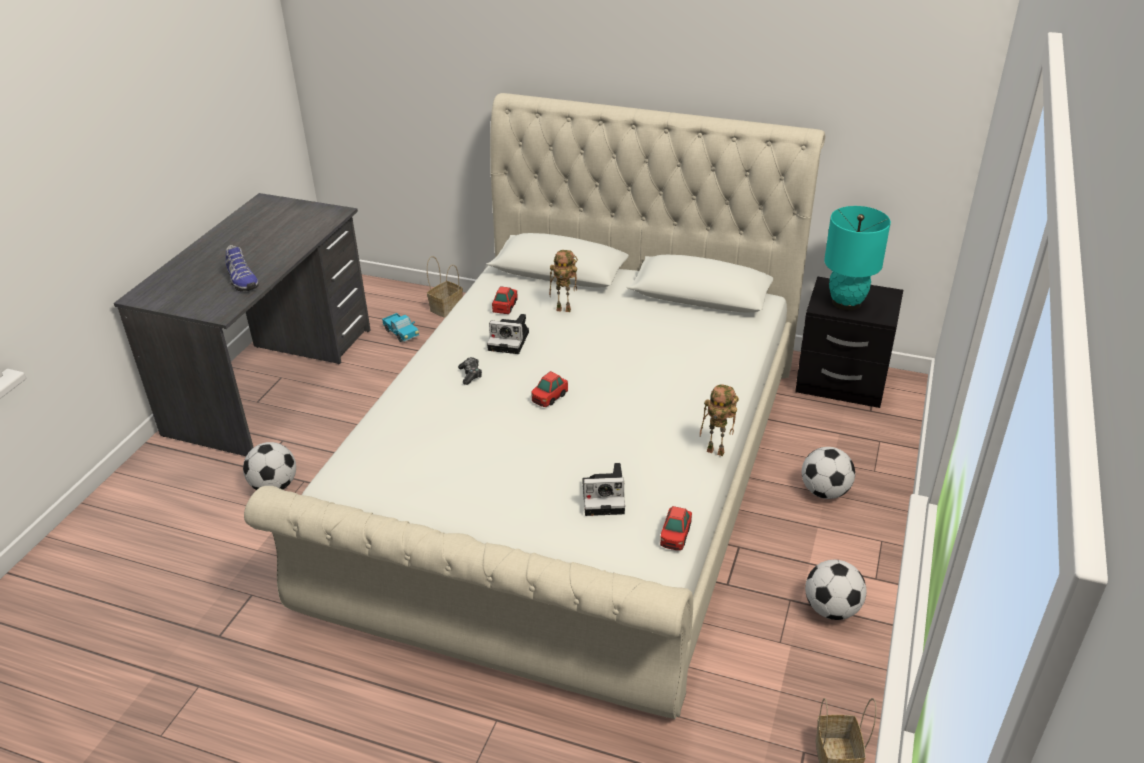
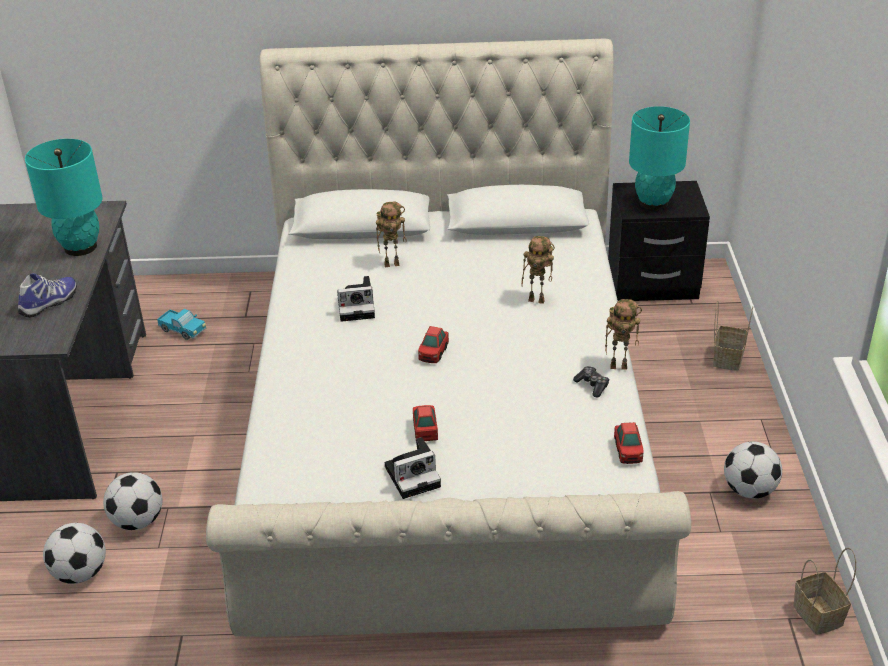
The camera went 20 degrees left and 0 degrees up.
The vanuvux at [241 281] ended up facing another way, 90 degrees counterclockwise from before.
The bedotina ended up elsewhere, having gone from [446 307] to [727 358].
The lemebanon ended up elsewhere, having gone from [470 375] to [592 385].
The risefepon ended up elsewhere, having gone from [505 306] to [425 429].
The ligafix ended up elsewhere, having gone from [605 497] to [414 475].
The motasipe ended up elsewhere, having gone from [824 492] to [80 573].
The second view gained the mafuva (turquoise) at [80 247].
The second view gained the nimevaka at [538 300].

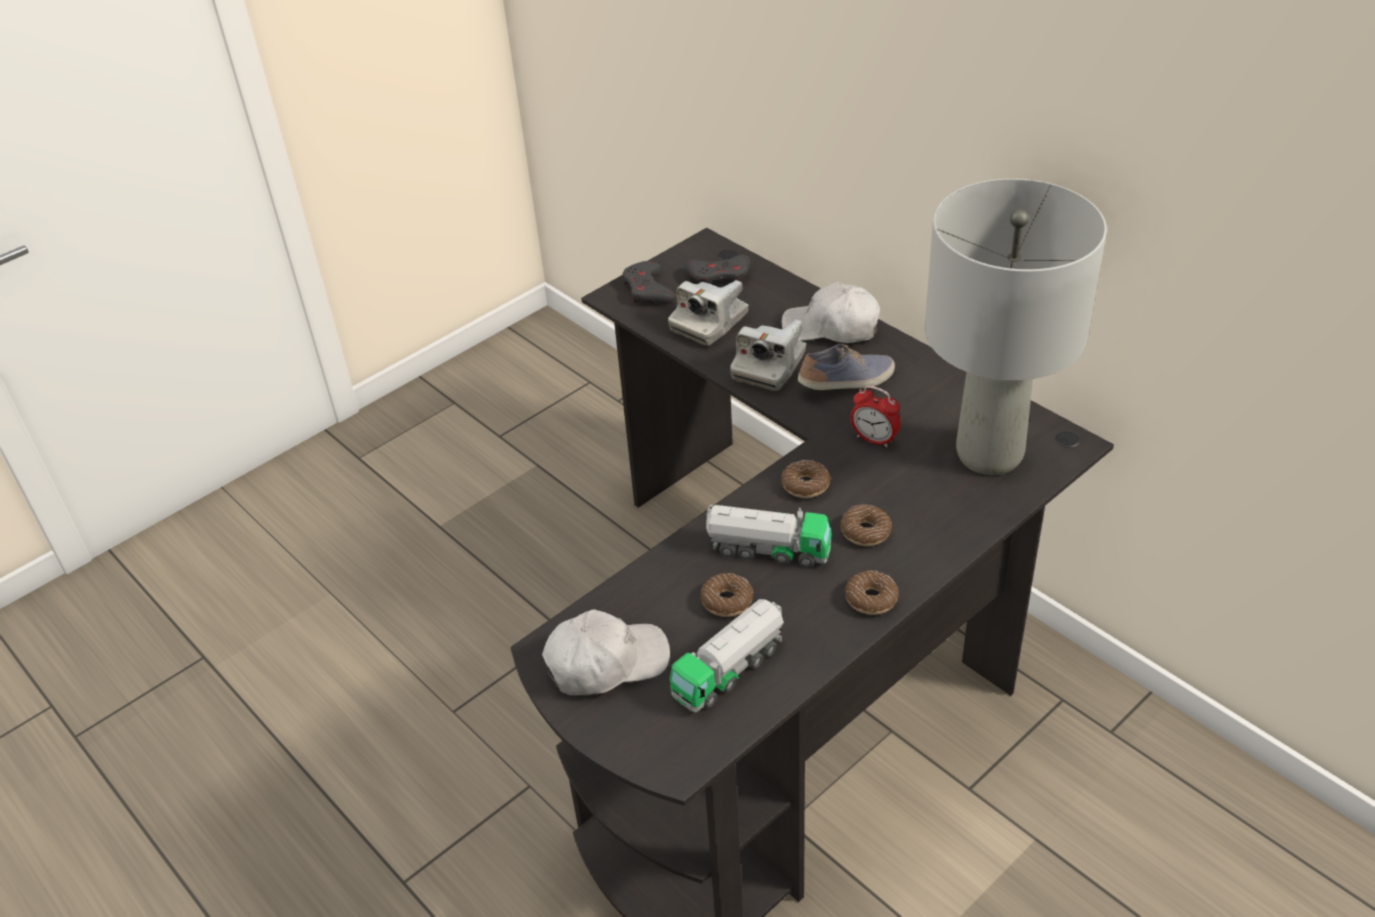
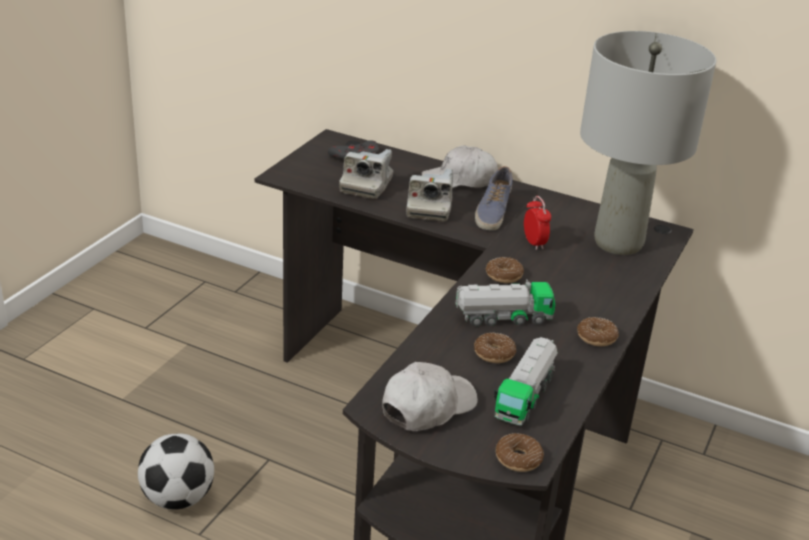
The camera went 25 degrees left and 10 degrees down.
The second view lost the lemebanon (grey) at [648 289].
The vanuvux at [847 383] ended up facing another way, 150 degrees clockwise from before.
The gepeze ended up elsewhere, having gone from [865 531] to [518 459].
The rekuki at [874 439] ended up facing another way, 120 degrees counterclockwise from before.
The second view gained the motasipe at [178 498].

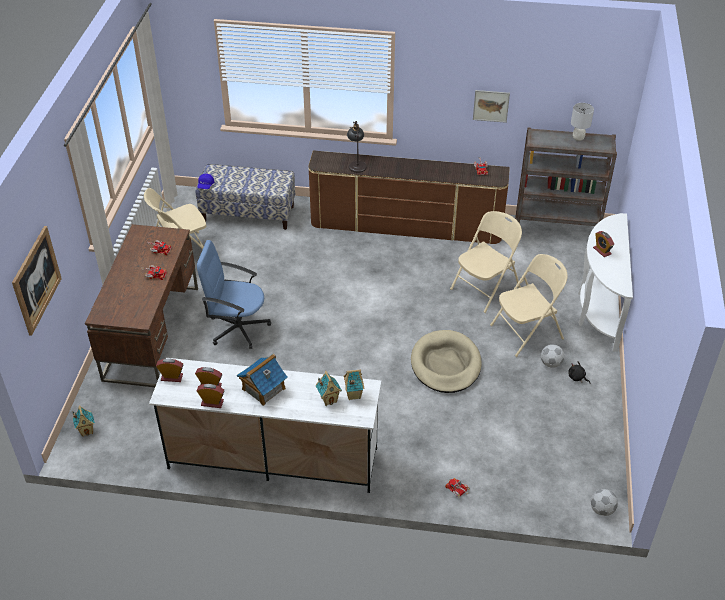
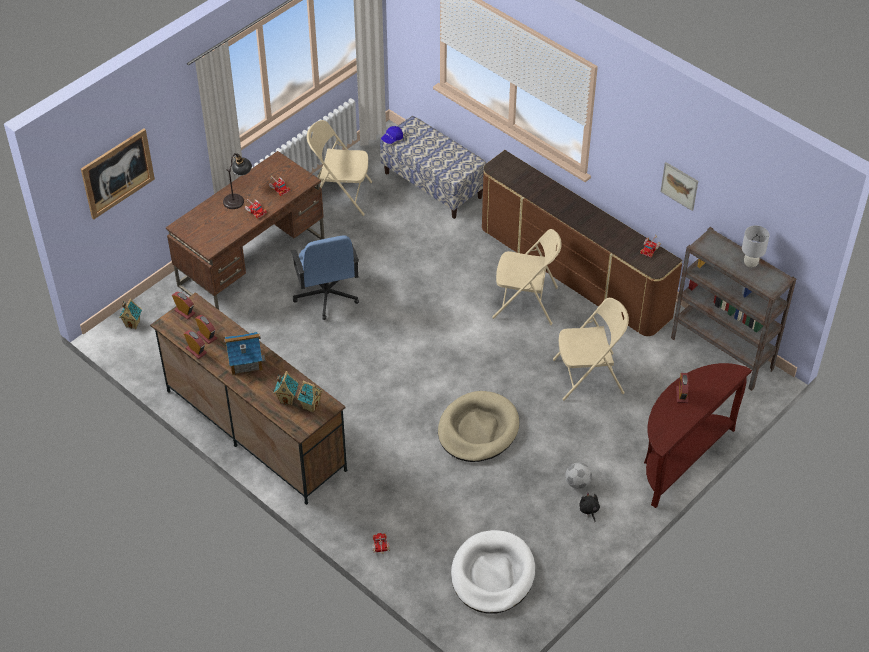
The camera went 35 degrees right and 5 degrees up.
What was the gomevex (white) at [272 459] turned into the gomevex (brown) at [254 430].
The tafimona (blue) at [237 328] ended up facing another way, 150 degrees counterclockwise from before.
The mafuva (grey) ended up elsewhere, having gone from [356 162] to [238 195].
The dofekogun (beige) ended up elsewhere, having gone from [526 332] to [525 302].
What was the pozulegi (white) at [598 310] turned into the pozulegi (brown) at [680 457].
The second view lost the motasipe at [601 510].
The second view gained the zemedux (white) at [492 574].

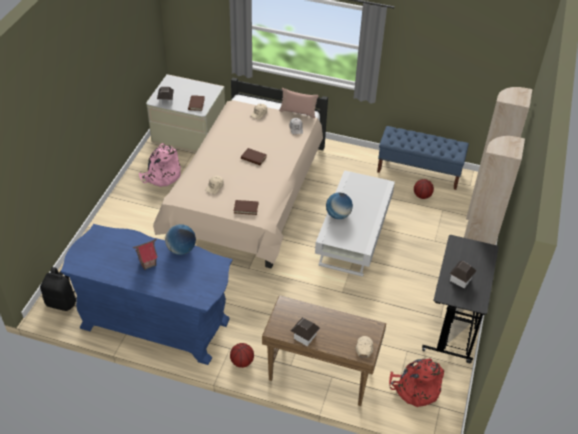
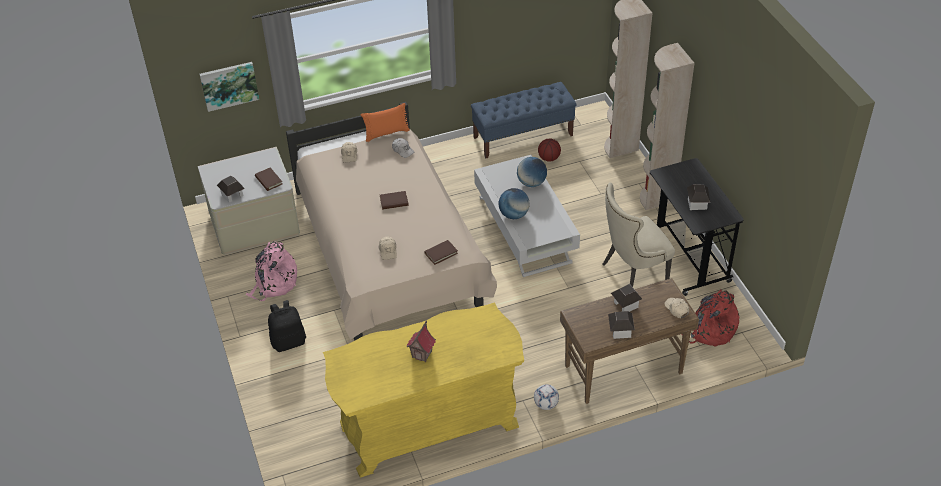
The camera went 35 degrees left and 0 degrees up.
The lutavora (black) ended up elsewhere, having gone from [62 302] to [288 341].
What was the gomevex (blue) at [156 320] turned into the gomevex (yellow) at [427 421].
The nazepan ended up elsewhere, having gone from [181 249] to [531 183].
Where the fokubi stood at [241 362], the motasipe came to stand at [546 404].
What was the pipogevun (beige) at [298 112] turned into the pipogevun (orange) at [386 133].
The second view gained the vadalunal at [229 85].
The second view gained the dofekogun (beige) at [633 274].
The second view gained the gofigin at [625 305].

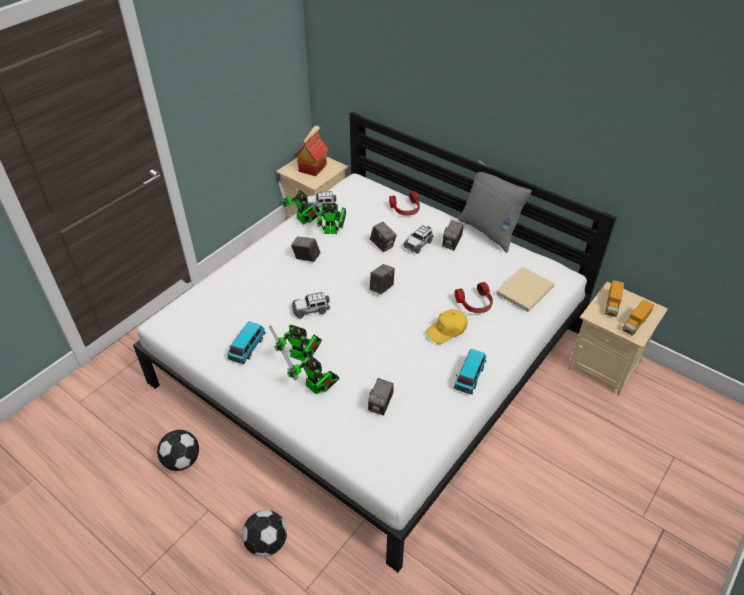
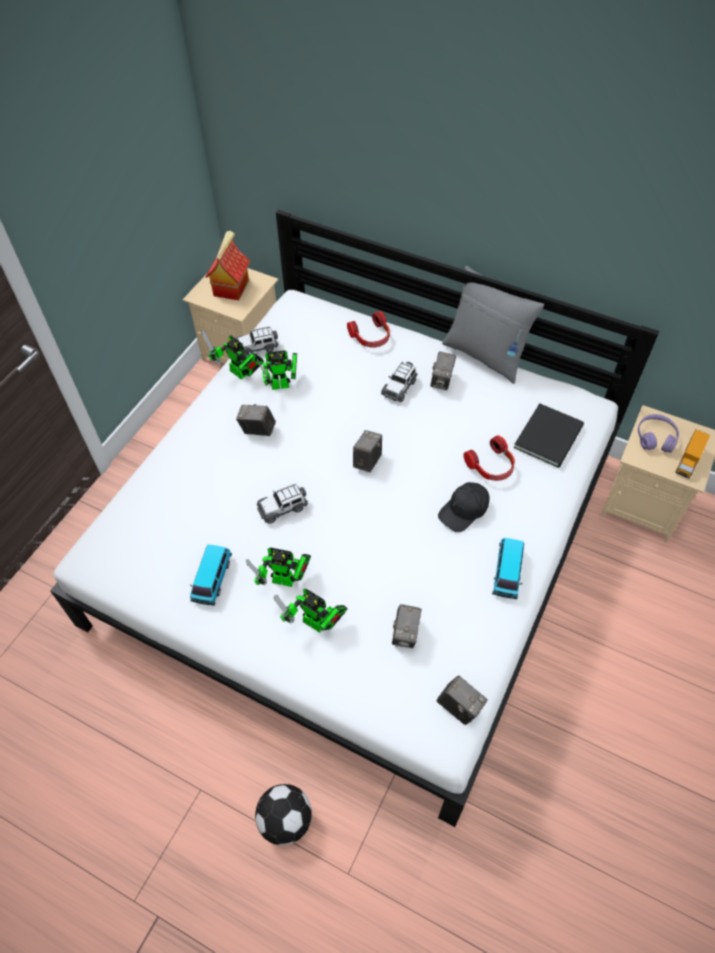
The camera went 10 degrees left and 10 degrees up.
The second view lost the motasipe at [181 460].
The ligafix ended up elsewhere, having gone from [382 245] to [459 707].
What was the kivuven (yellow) at [447 330] turned into the kivuven (black) at [464 510].
What was the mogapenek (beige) at [526 290] turned into the mogapenek (black) at [551 436].
Where the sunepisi stood at [612 305], the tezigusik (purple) came to stand at [655 438].

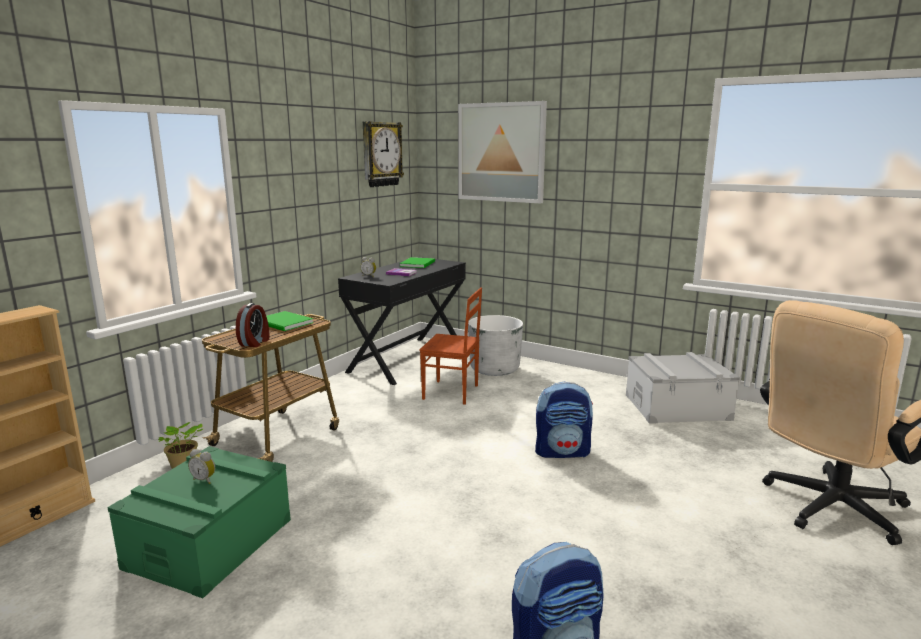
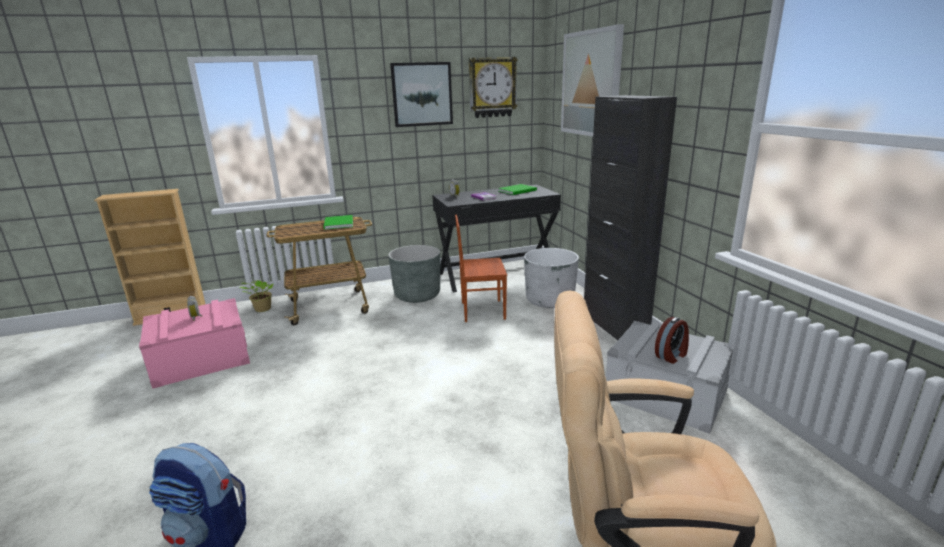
The camera went 40 degrees right and 5 degrees up.
What was the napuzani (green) at [210 543] turned into the napuzani (pink) at [201 359].
The rekuki ended up elsewhere, having gone from [255 342] to [671 355].
The dofekogun (brown) at [451 392] ended up facing another way, 120 degrees clockwise from before.
The second view lost the lutavora at [562 452].
The second view gained the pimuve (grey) at [417 295].
The second view gained the vadalunal at [422 94].
The second view gained the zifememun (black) at [614 325].

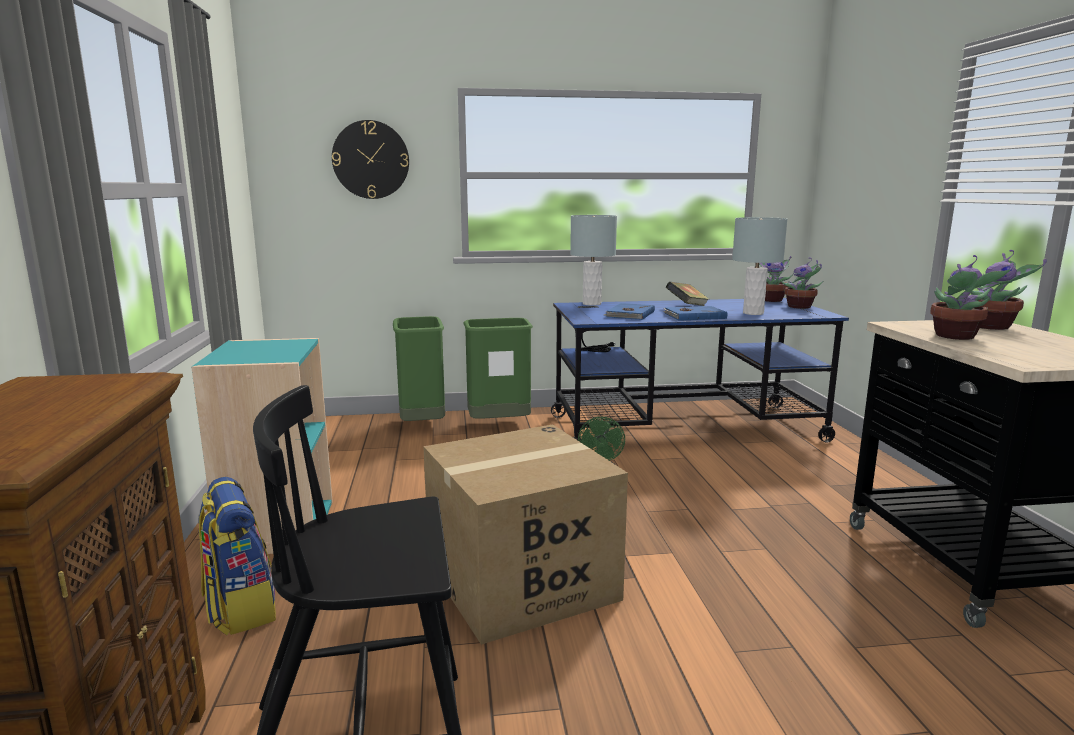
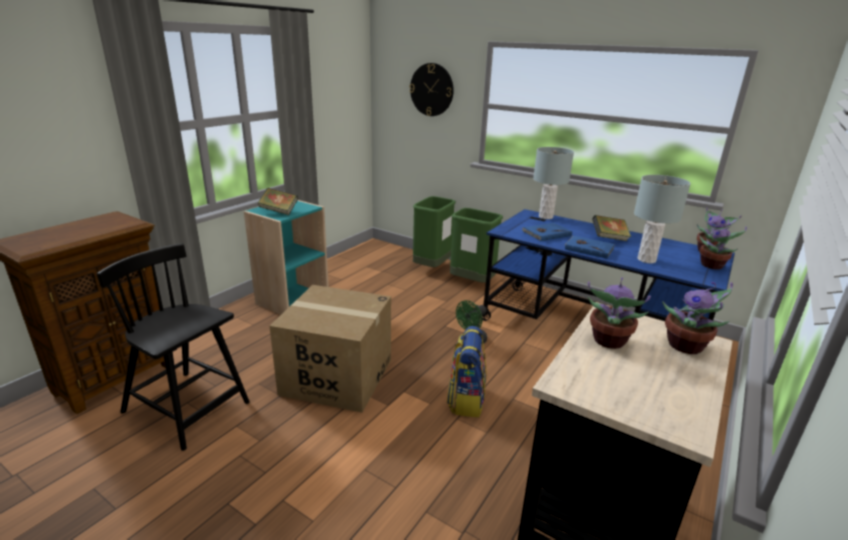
The camera went 40 degrees right and 10 degrees up.
The lutavora ended up elsewhere, having gone from [240 608] to [466 399].
The second view gained the mogapenek at [279 211].

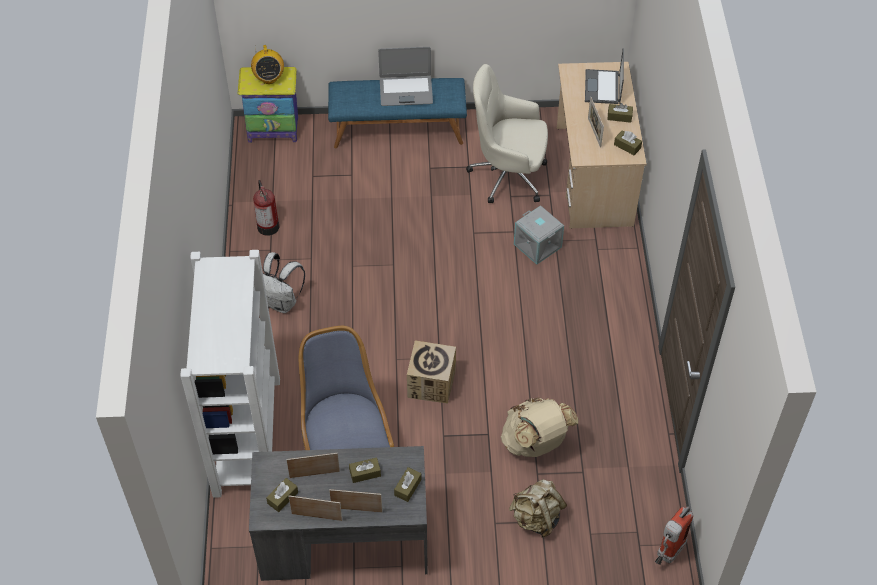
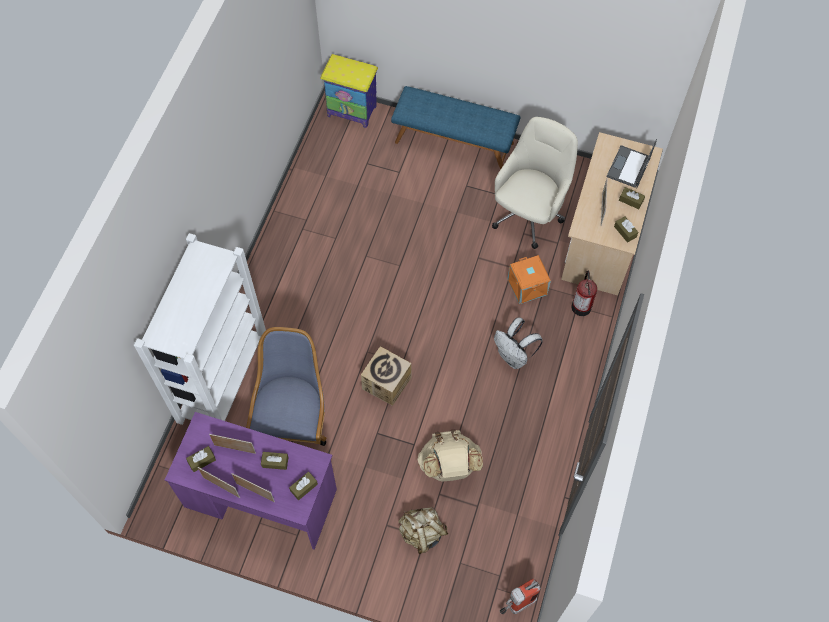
The camera went 20 degrees right and 10 degrees up.
What was the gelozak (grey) at [344 542] turned into the gelozak (purple) at [260 498].
The second view lost the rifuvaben at [269 78].
The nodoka ended up elsewhere, having gone from [268 225] to [581 305].
The lutavora (white) ended up elsewhere, having gone from [281 302] to [514 357].
The second view lost the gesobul at [406 91].
The tafimona (beige) at [507 178] ended up facing another way, 90 degrees clockwise from before.
What was the napuzani (grey) at [538 245] turned into the napuzani (orange) at [528 287].

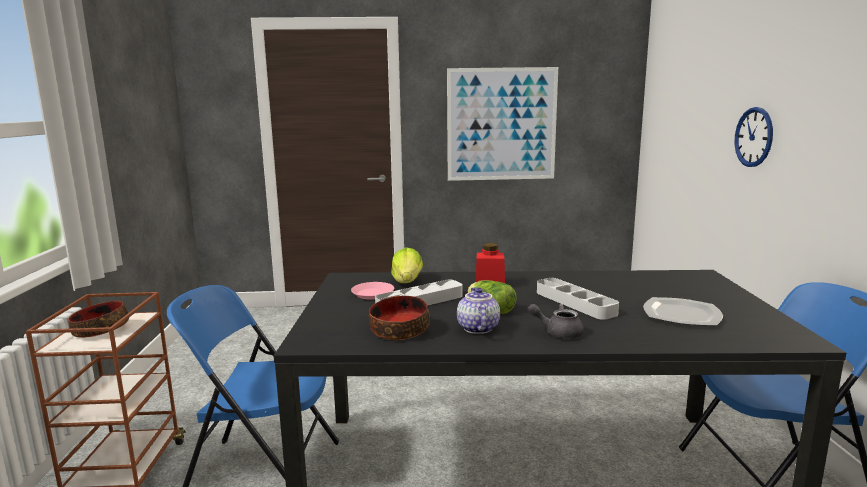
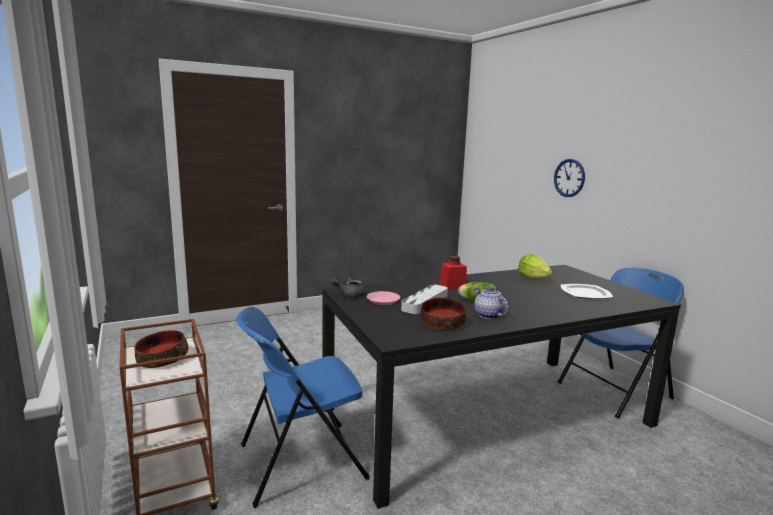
The camera went 25 degrees left and 0 degrees up.
The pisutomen ended up elsewhere, having gone from [407 282] to [533 278].
The second view lost the vadalunal at [501 124].
The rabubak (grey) ended up elsewhere, having gone from [558 332] to [349 294].
The second view lost the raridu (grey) at [575 303].

